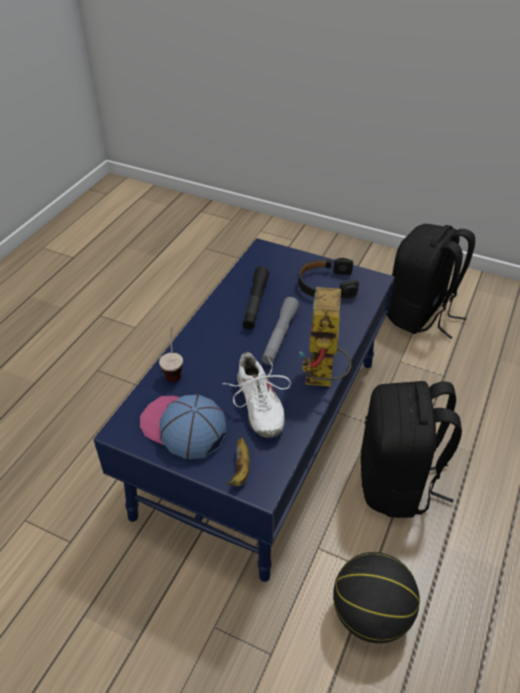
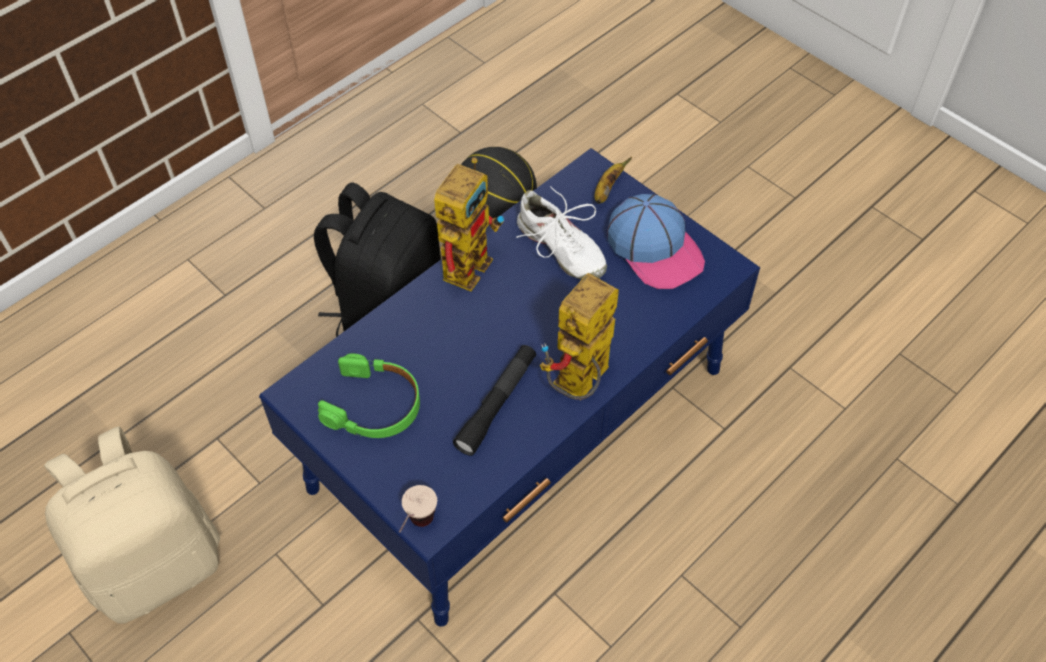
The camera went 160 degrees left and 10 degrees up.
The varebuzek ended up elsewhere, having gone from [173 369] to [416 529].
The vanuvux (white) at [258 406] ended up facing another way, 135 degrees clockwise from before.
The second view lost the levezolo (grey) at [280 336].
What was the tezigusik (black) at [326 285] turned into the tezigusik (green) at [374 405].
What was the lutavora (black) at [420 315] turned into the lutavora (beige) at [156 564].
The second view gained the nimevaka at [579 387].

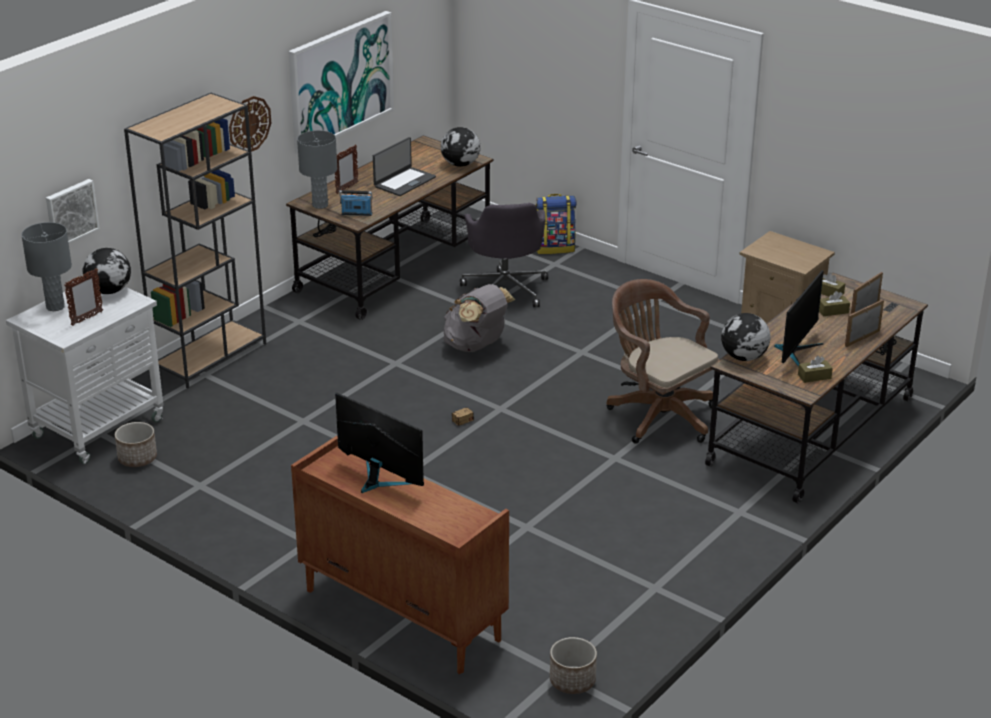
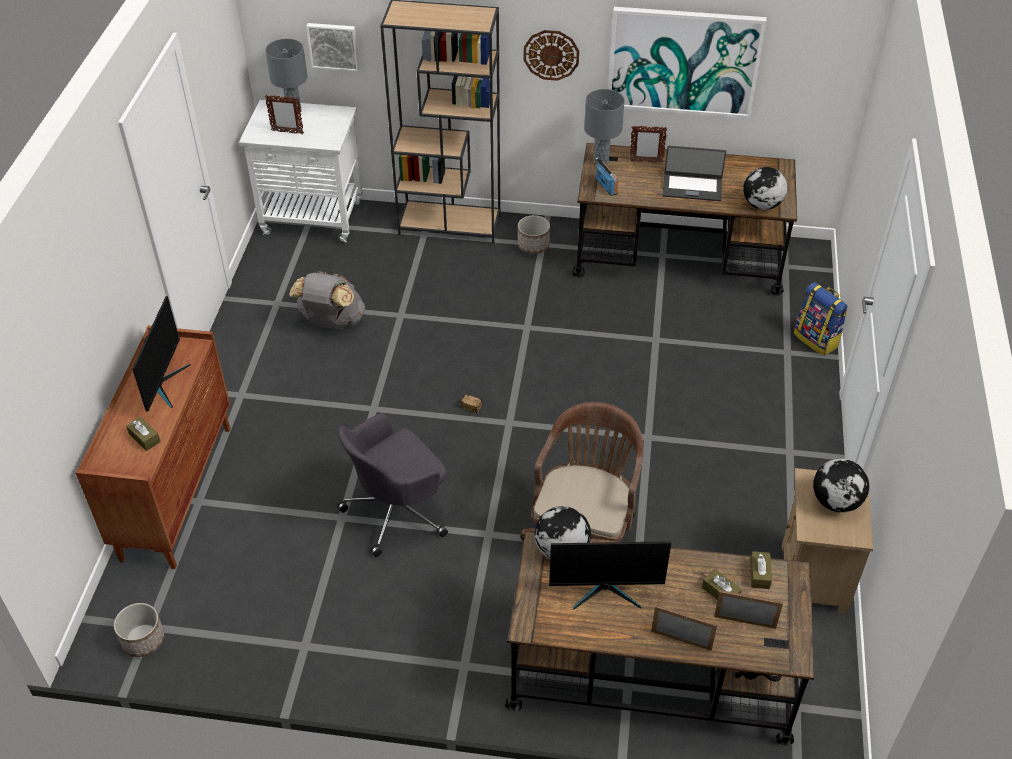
The camera went 60 degrees right and 15 degrees up.
The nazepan ended up elsewhere, having gone from [110 291] to [836 502].
The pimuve ended up elsewhere, having gone from [137 458] to [533 245].
The lutavora (grey) ended up elsewhere, having gone from [476 346] to [332 322].
The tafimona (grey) ended up elsewhere, having gone from [505 289] to [397 511].
The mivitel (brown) ended up elsewhere, having gone from [814 376] to [144 438].

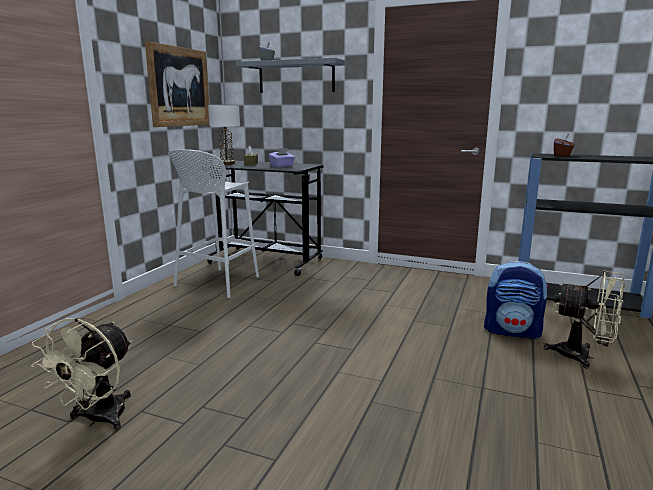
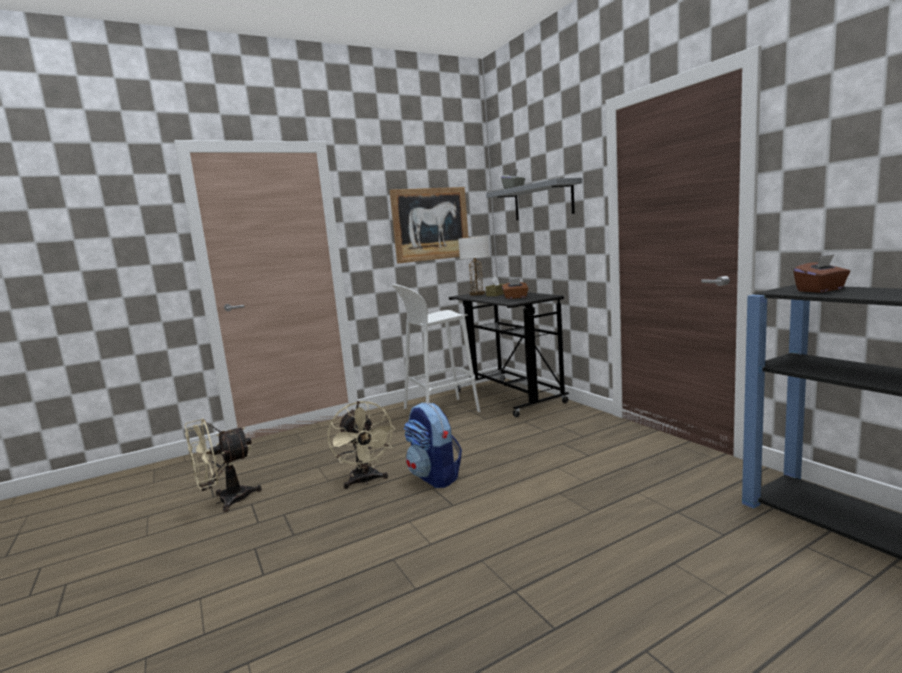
The camera went 40 degrees right and 5 degrees down.
What was the mivitel (purple) at [282 166] turned into the mivitel (brown) at [515 297].
The lutavora ended up elsewhere, having gone from [512 331] to [435 477].
The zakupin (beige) ended up elsewhere, having gone from [582 356] to [365 481].

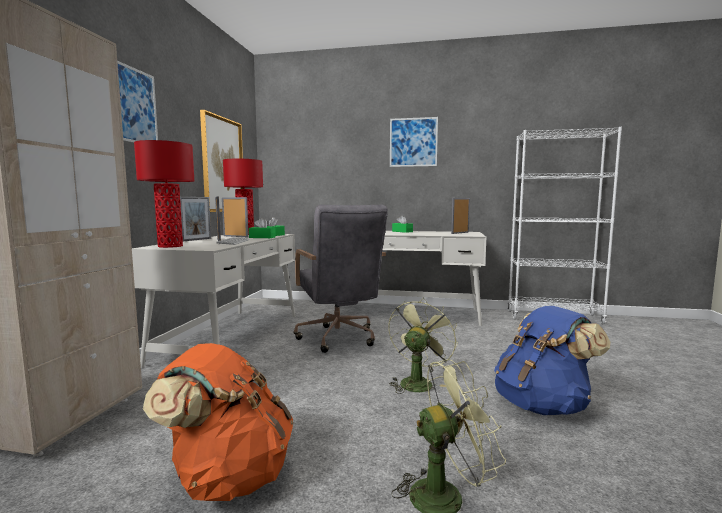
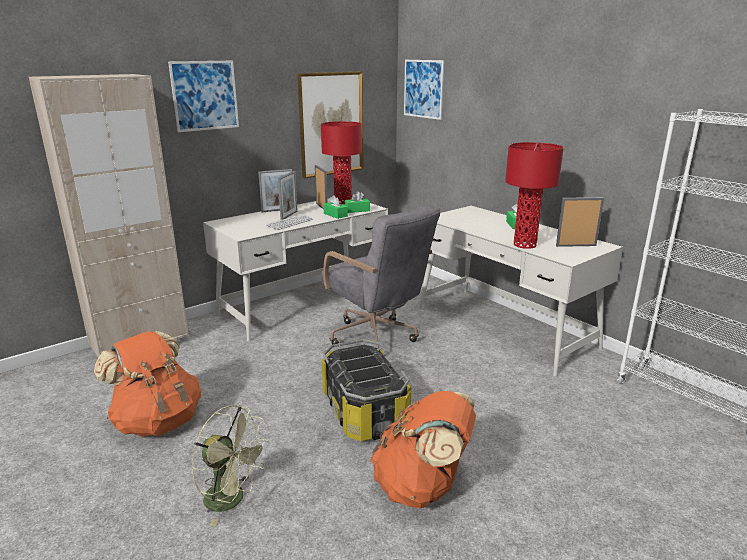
The camera went 40 degrees right and 15 degrees up.
The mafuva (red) ended up elsewhere, having gone from [170 246] to [524 244].
The tafimona (grey) at [338 340] ended up facing another way, 60 degrees counterclockwise from before.
Where the zakupin (green) stood at [417 382], the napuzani came to stand at [363 411].
The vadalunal ended up elsewhere, having gone from [413 142] to [423 89].
What was the lutavora (blue) at [542 405] turned into the lutavora (orange) at [422 486].

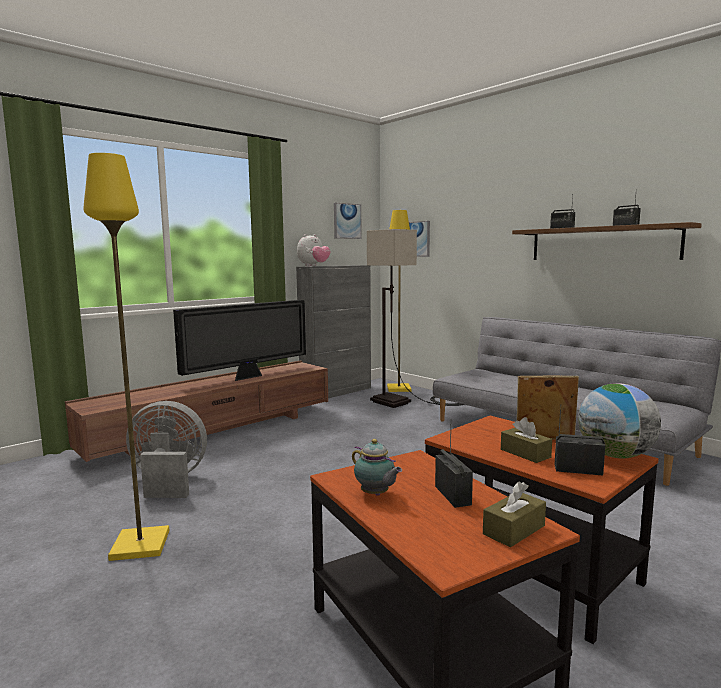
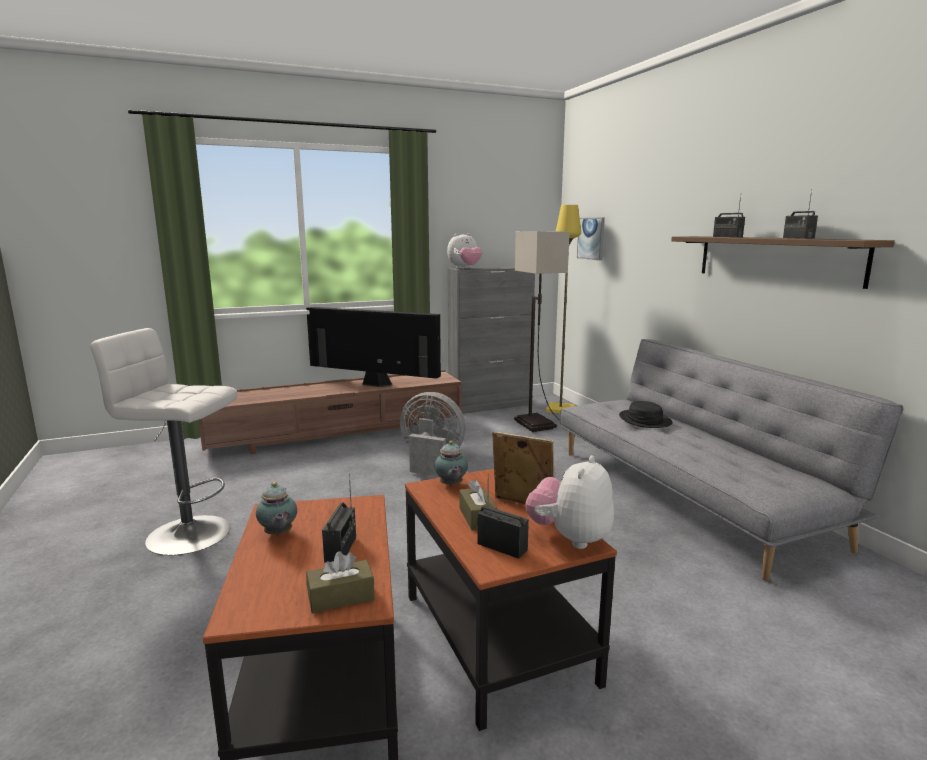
The camera went 20 degrees right and 5 degrees up.
Where the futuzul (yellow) stood at [139 545], the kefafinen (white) came to stand at [188 534].
The zakupin (grey) ended up elsewhere, having gone from [168 481] to [431 461].
The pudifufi at [248 377] ended up facing another way, 135 degrees counterclockwise from before.
The second view lost the vadalunal at [347 221].
Where the nazepan stood at [615 455], the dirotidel came to stand at [570 538].
The second view gained the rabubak at [451 485].
The second view gained the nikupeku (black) at [644 420].

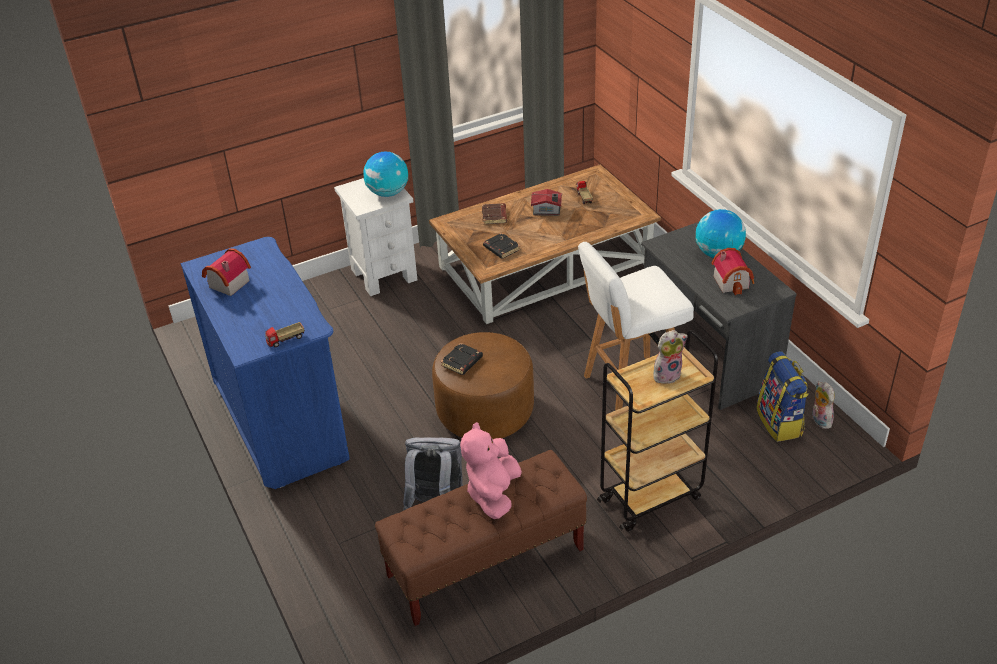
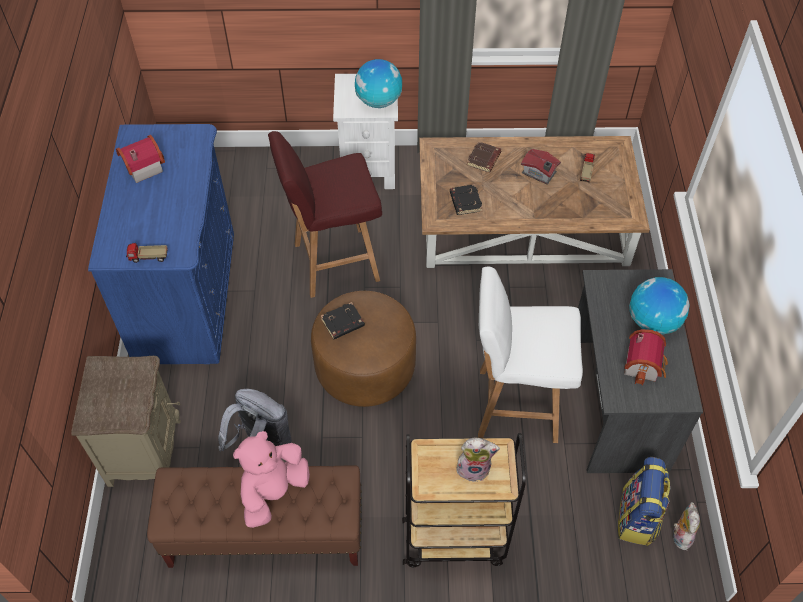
The camera went 25 degrees right and 15 degrees up.
The second view gained the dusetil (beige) at [146 452].
The second view gained the kefafinen (red) at [334 262].

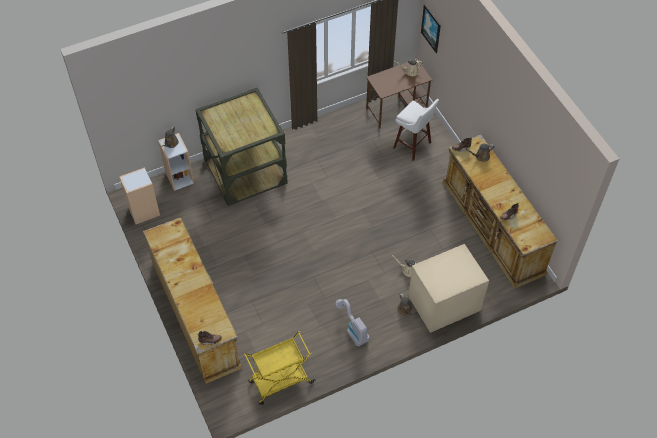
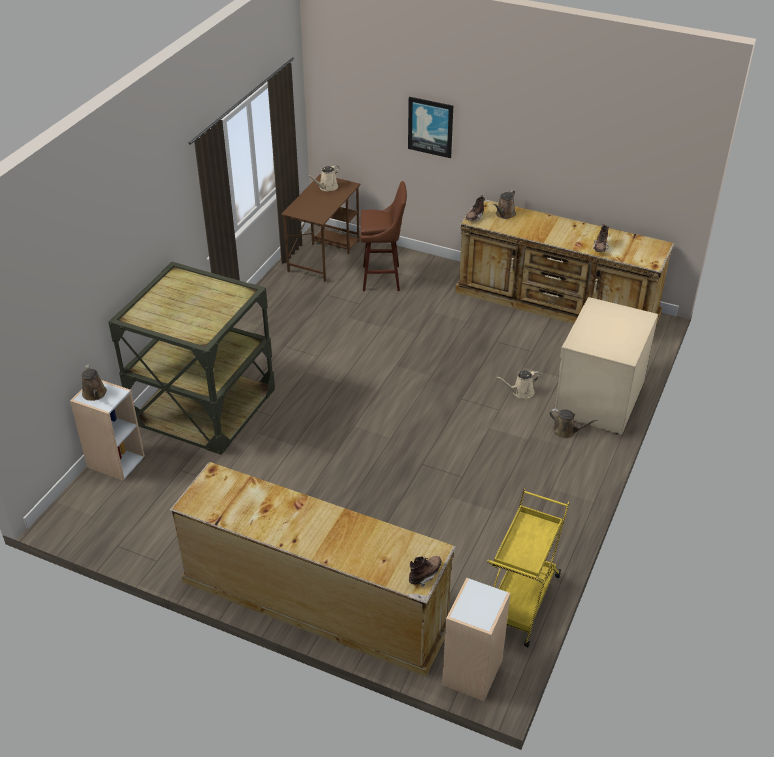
The camera went 40 degrees left and 15 degrees down.
The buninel ended up elsewhere, having gone from [143 211] to [471 672].
The second view lost the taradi at [353 329].
What was the kefafinen (white) at [413 146] turned into the kefafinen (brown) at [383 278].
The vadalunal ended up elsewhere, having gone from [431 28] to [430 126].

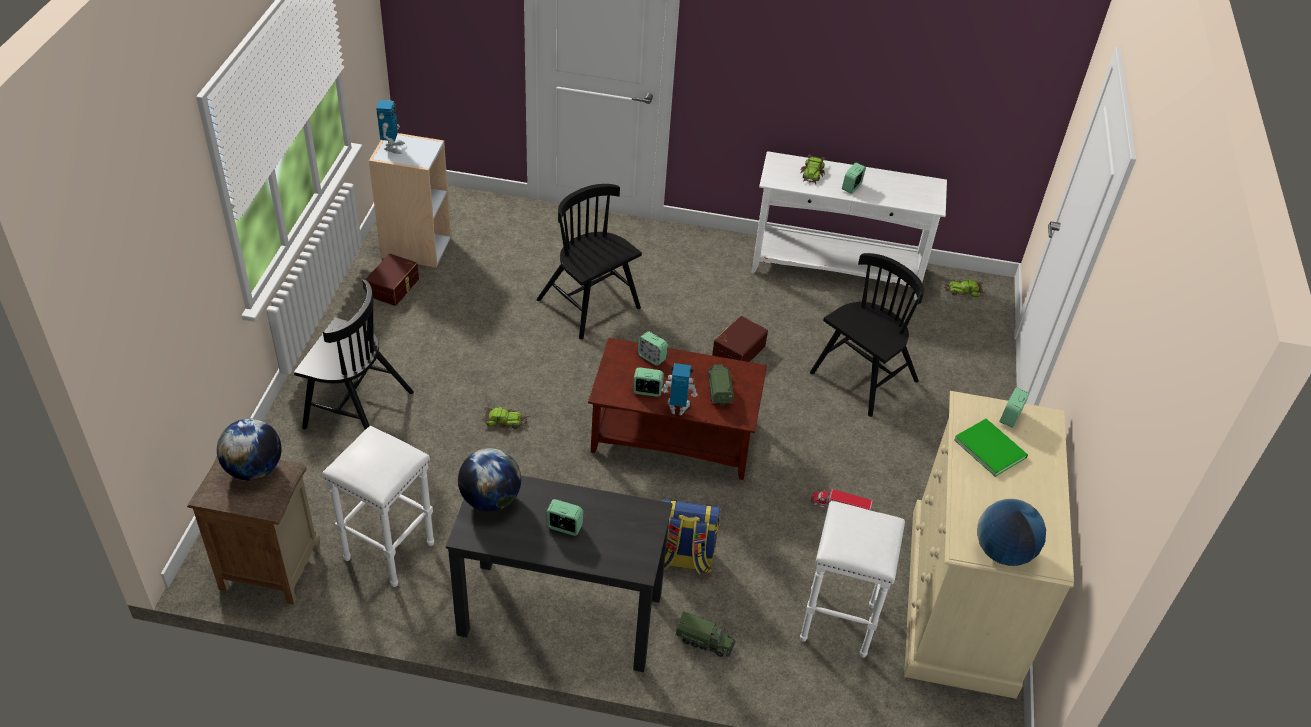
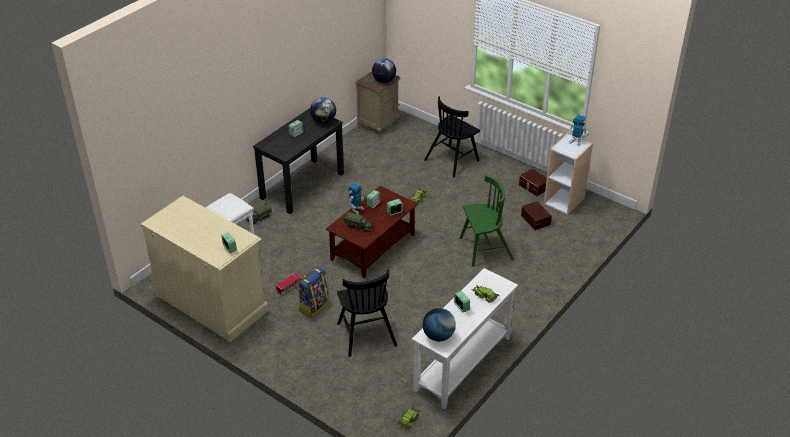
The camera went 120 degrees right and 5 degrees down.
The second view lost the kefafinen (white) at [387 551].
What was the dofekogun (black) at [592 306] turned into the dofekogun (green) at [483 249].
The lutavora ended up elsewhere, having gone from [683 559] to [313 306].
The napuzani (brown) ended up elsewhere, having gone from [737 350] to [536 219].
The second view lost the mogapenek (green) at [989 446].
The nazepan ended up elsewhere, having gone from [1002 552] to [438 336].

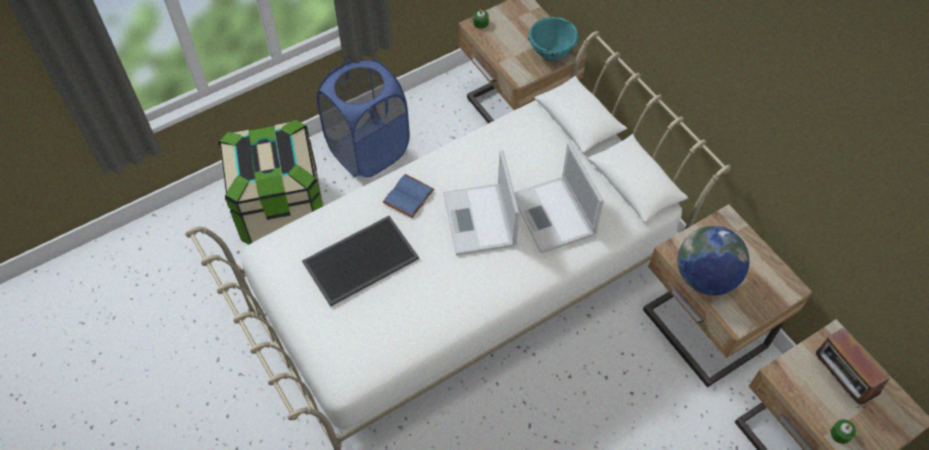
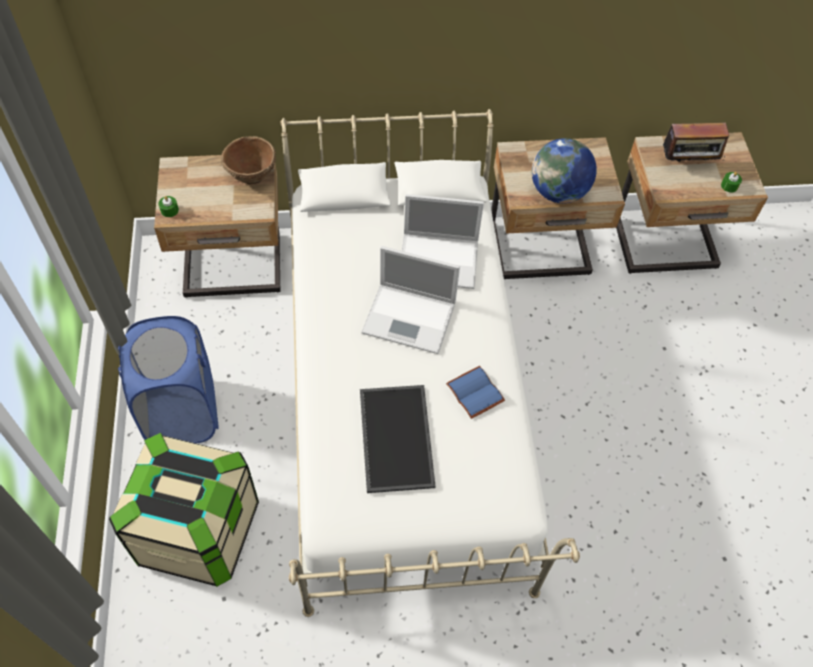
The camera went 65 degrees left and 0 degrees up.
The mogapenek (blue) ended up elsewhere, having gone from [409 198] to [476 393].
What was the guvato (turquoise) at [551 53] turned into the guvato (brown) at [252 176].

